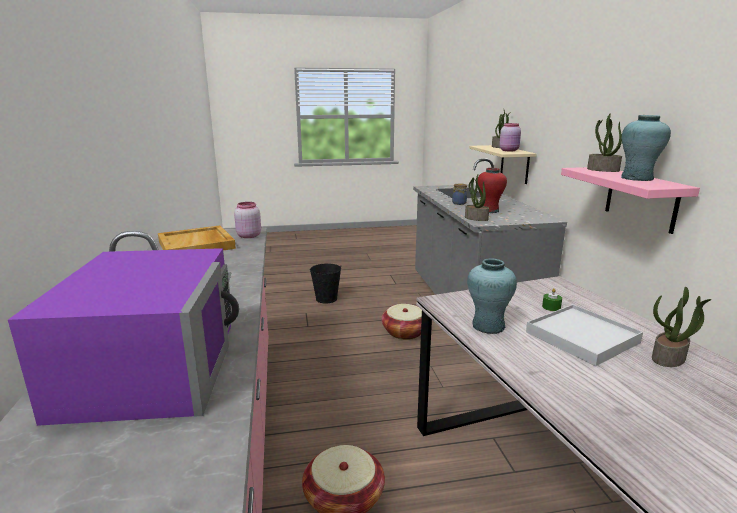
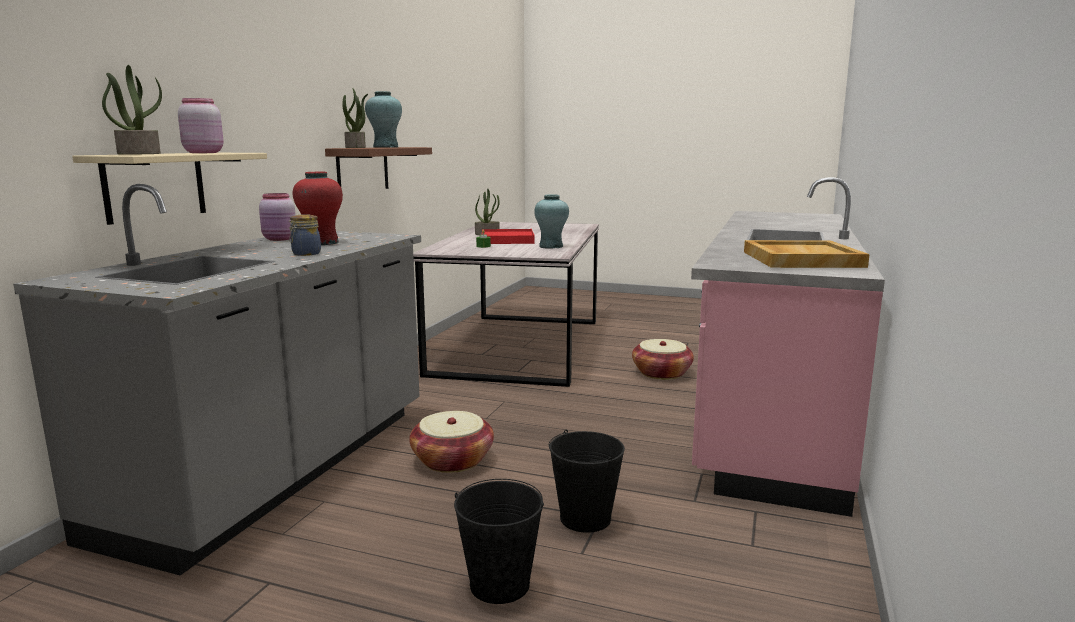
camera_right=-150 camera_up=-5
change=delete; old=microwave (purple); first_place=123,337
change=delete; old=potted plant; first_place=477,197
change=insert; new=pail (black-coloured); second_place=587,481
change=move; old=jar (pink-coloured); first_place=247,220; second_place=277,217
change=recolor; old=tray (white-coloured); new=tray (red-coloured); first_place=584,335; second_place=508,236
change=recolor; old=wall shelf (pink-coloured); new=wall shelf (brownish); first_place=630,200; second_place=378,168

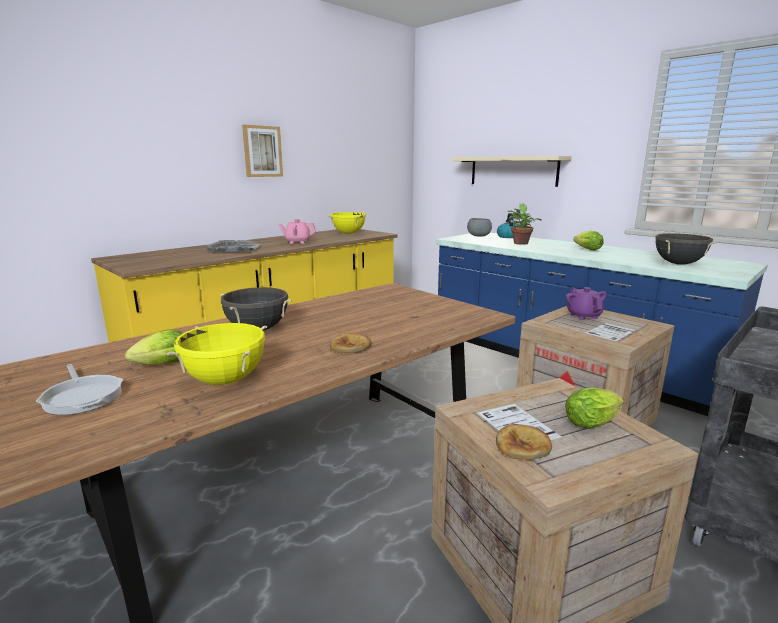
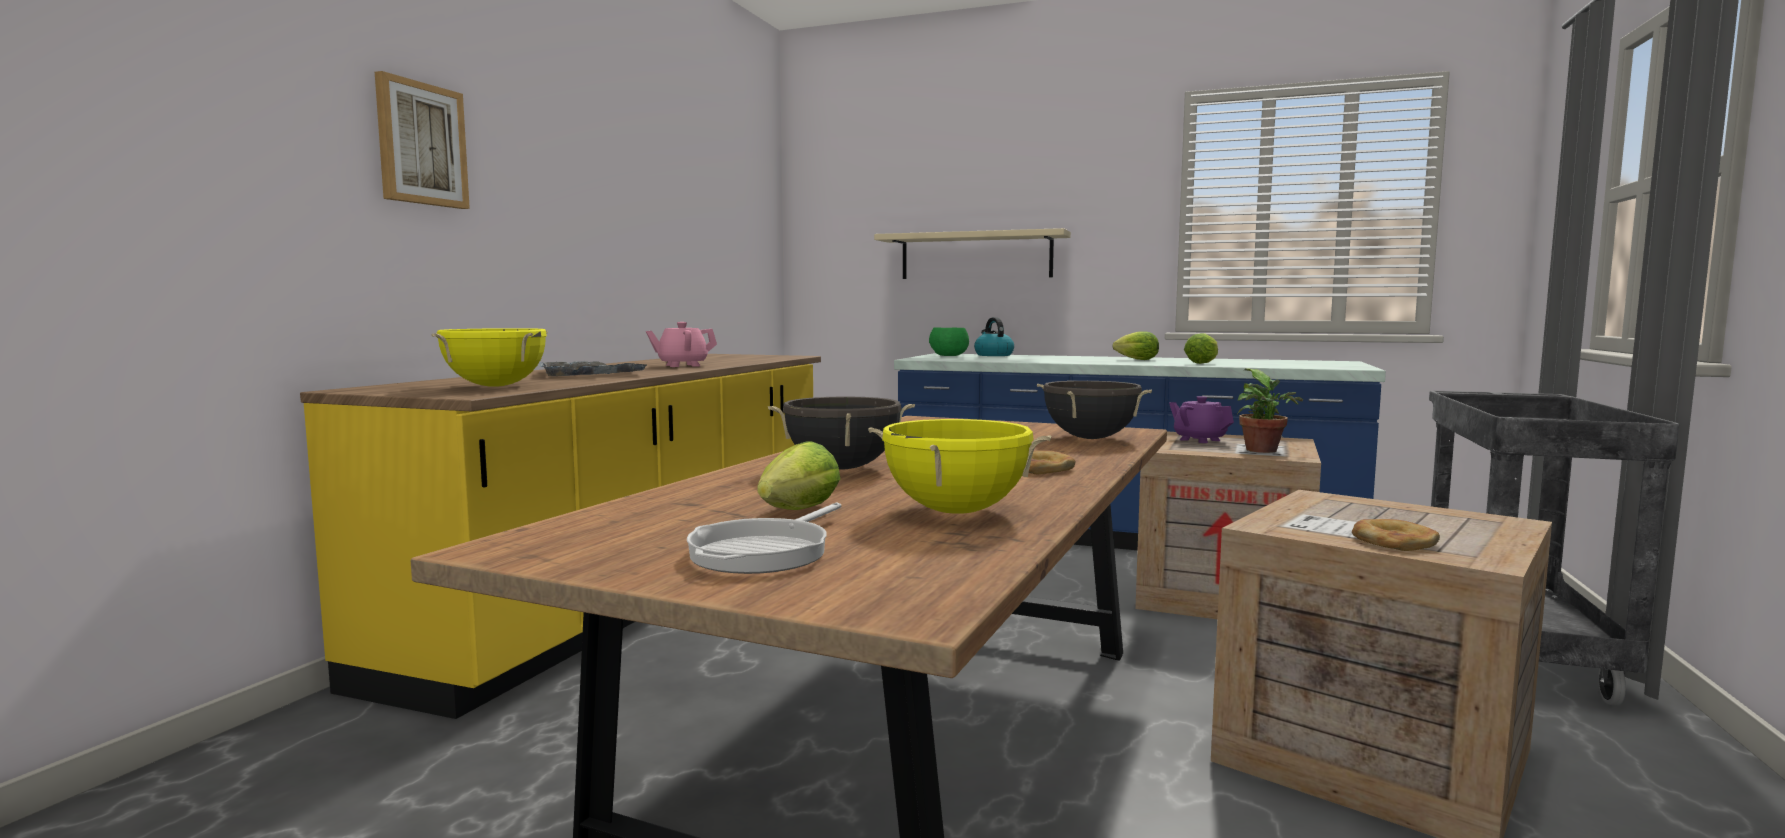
camera_right=-25 camera_up=-10
change=move; old=wall picture; first_place=262,151; second_place=422,140
change=move; old=stockpot (yellowish); first_place=347,223; second_place=489,357
change=move; old=potted plant; first_place=525,224; second_place=1270,411
change=move; old=lettuce; first_place=594,407; second_place=1201,348
change=move; old=stockpot (black-coloured); first_place=685,249; second_place=1094,410
change=recolor; old=serving bowl (gray); new=serving bowl (greenish); first_place=479,227; second_place=949,341
change=rotate; old=skillet; first_place=79,389; second_place=764,538; degrees=90

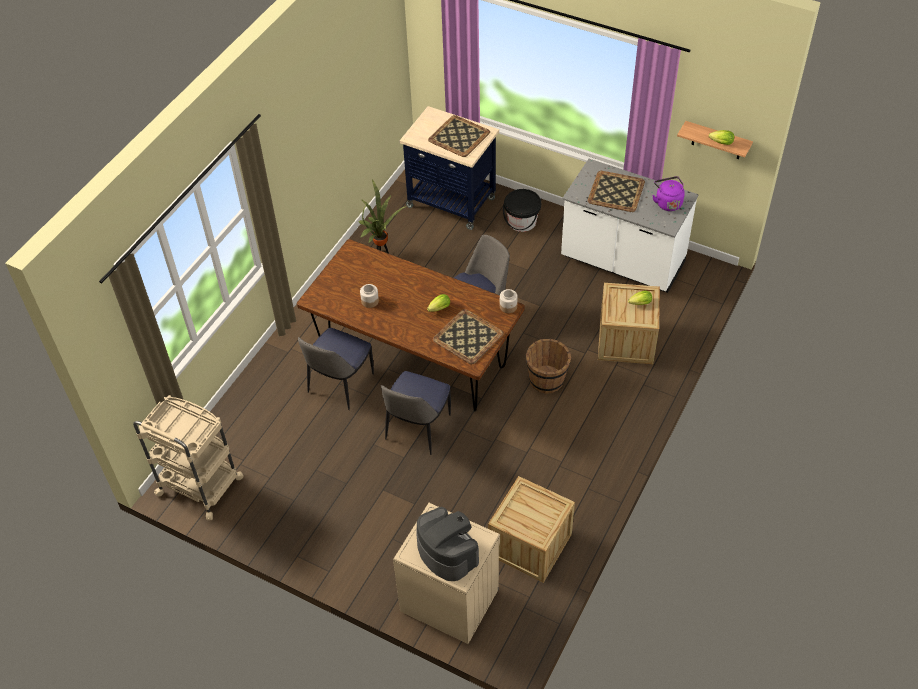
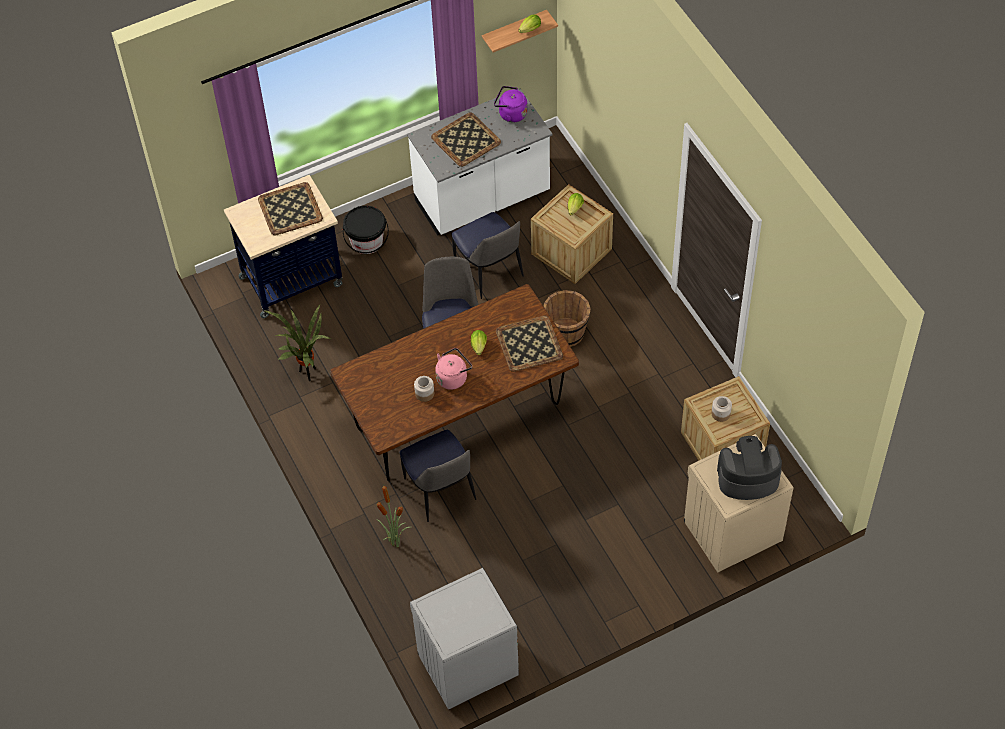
camera_right=-55 camera_up=5
change=insert; new=potted plant; second_place=393,516
change=insert; new=water kettle (pink-coloured); second_place=453,369
change=move; old=plain chair; first_place=416,413; second_place=487,255
change=move; old=jar; first_place=509,301; second_place=722,409
change=replace; old=wheeled cart (sand-coloured); new=laundry machine (white-coloured); first_place=188,458; second_place=464,639

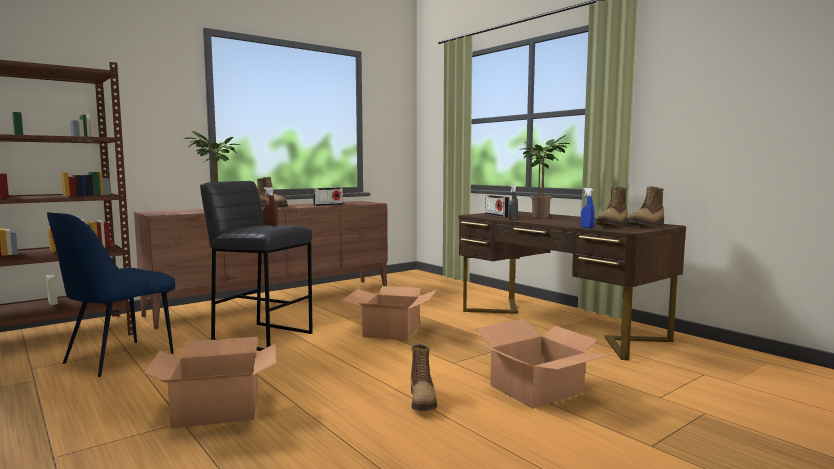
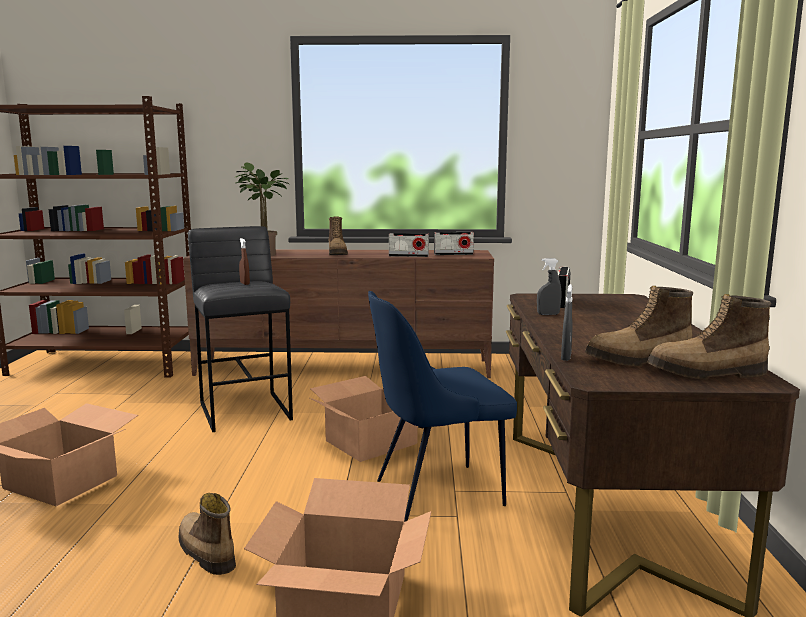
camera_right=40 camera_up=5
change=delete; old=potted plant; first_place=546,176
change=insert; new=radio; second_place=454,243
change=move; old=plain chair (blue); first_place=111,294; second_place=442,406
change=recolor; old=hand sprayer (blue); new=hand sprayer (gray); first_place=588,208; second_place=566,322
change=rotate; old=boot; first_place=424,377; second_place=207,534; degrees=105

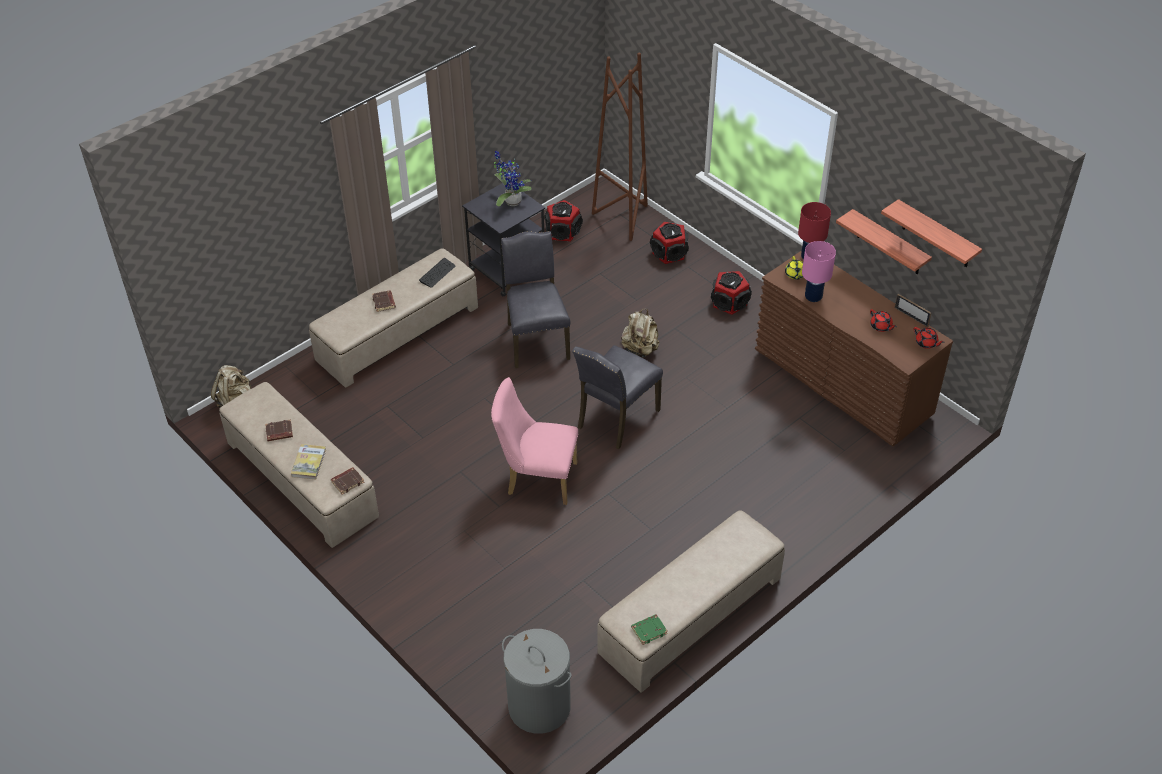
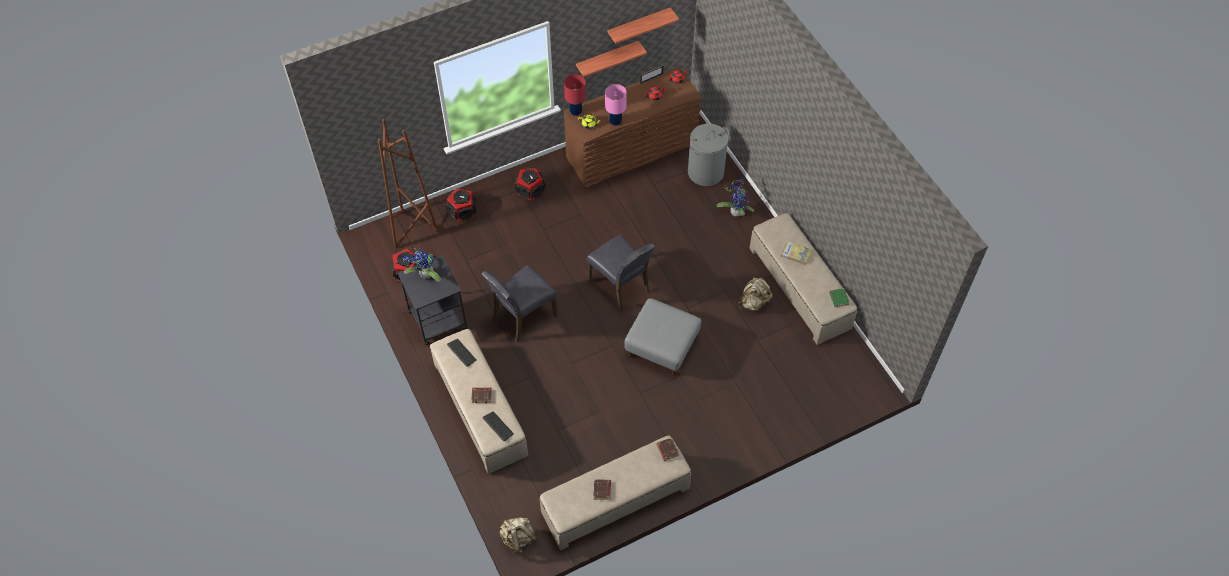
camera_right=-75 camera_up=10
change=insert; new=PC keyboard; second_place=498,426
change=insert; new=potted plant; second_place=735,197
change=move; old=book; first_place=308,461; second_place=796,253
change=move; old=washing basket (gray); first_place=537,681; second_place=708,155
change=move; old=knapsack (sand-coloured); first_place=640,333; second_place=755,294
change=replace; old=plain chair (pink-coloured); new=footrest (gray); first_place=534,441; second_place=663,336
change=rotate; old=plain chair (gray); first_place=535,299; second_place=519,303; degrees=-45

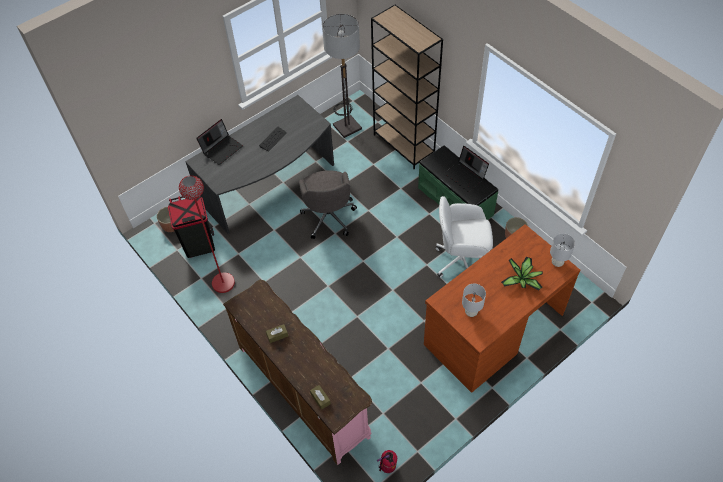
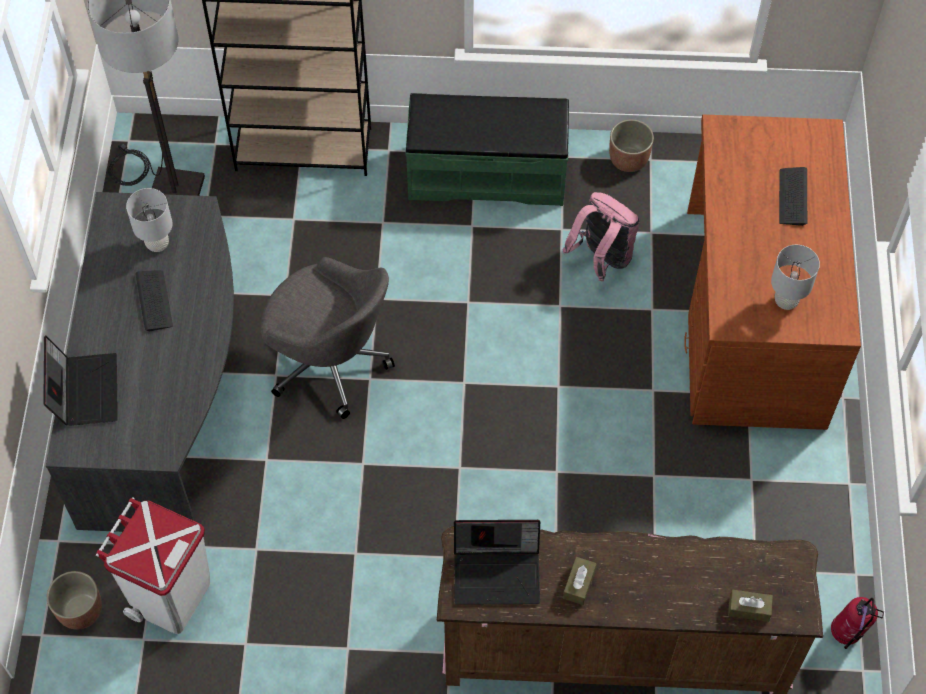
camera_right=-50 camera_up=5
change=delete; old=standard lamp (red-coloured); first_place=207,234
change=move; old=portable computer; first_place=466,169; second_place=497,562
change=move; old=lamp for a table (gray); first_place=562,250; second_place=149,220
change=replace; old=desk chair (white-coloured); new=knapsack (pink-coloured); first_place=464,237; second_place=601,236
change=replace; old=potted plant; new=PC keyboard; first_place=522,274; second_place=793,196
change=recolor; old=trash can (black-coloured); new=trash can (white-coloured); first_place=191,227; second_place=153,565

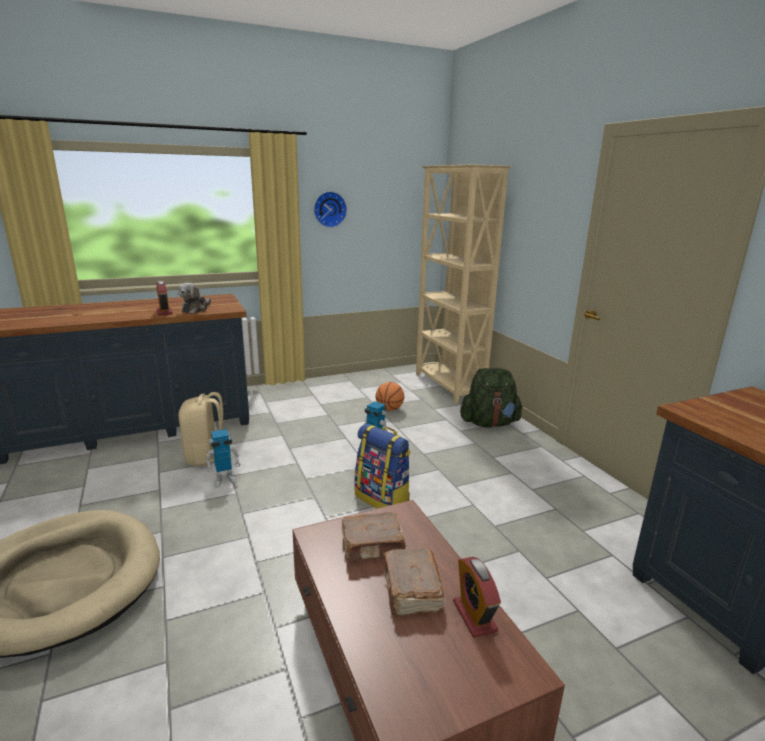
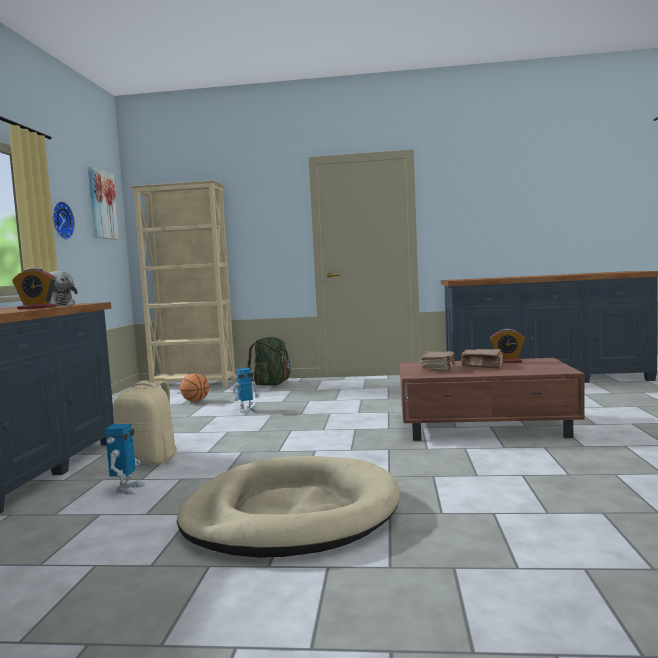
camera_right=-60 camera_up=-15
change=delete; old=knapsack; first_place=383,466
change=insert; new=wall picture; second_place=103,203
change=move; old=toy robot; first_place=223,458; second_place=125,459

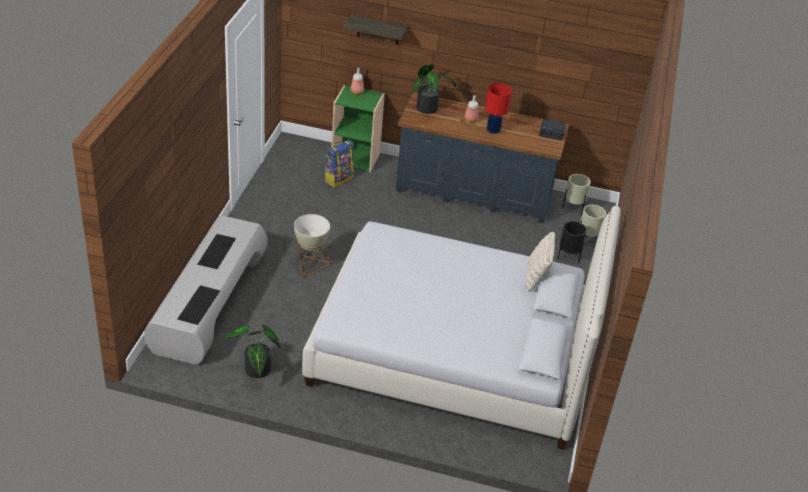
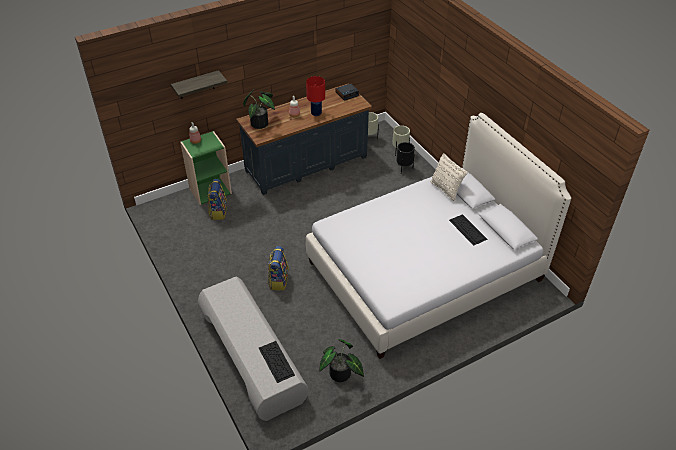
camera_right=-40 camera_up=5
change=move; old=PC keyboard; first_place=216,251; second_place=468,230
change=replace; old=plant pot; new=knapsack; first_place=312,245; second_place=278,268

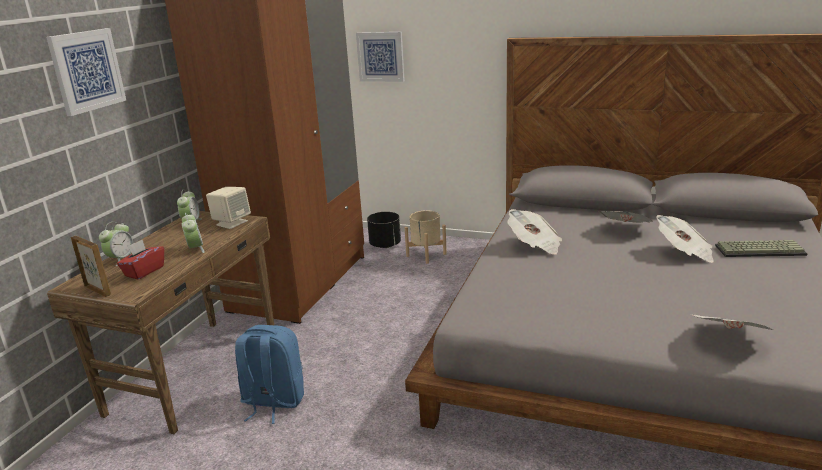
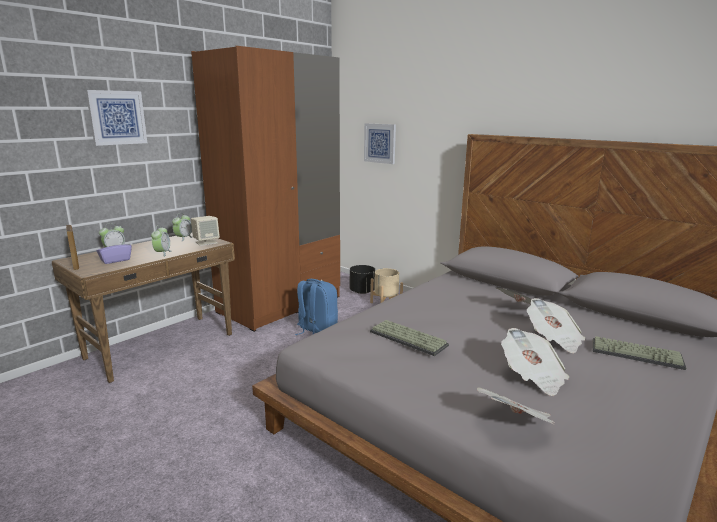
camera_right=20 camera_up=-5
change=insert; new=PC keyboard; second_place=409,338
change=move; old=knapsack (blue); first_place=269,374; second_place=316,307
change=move; old=newspaper; first_place=534,232; second_place=535,362
change=recolor; old=box of tissues (red-coloured); new=box of tissues (purple); first_place=140,259; second_place=114,250

